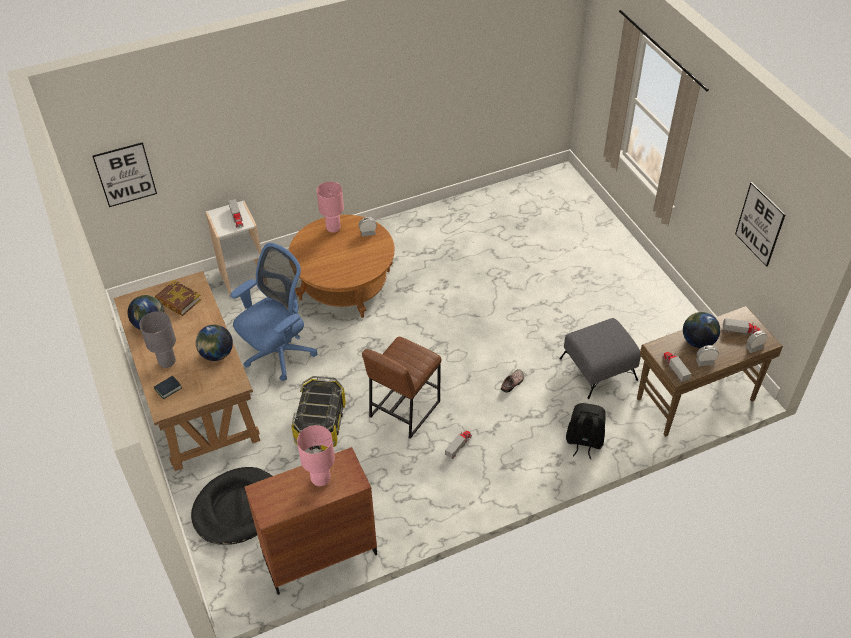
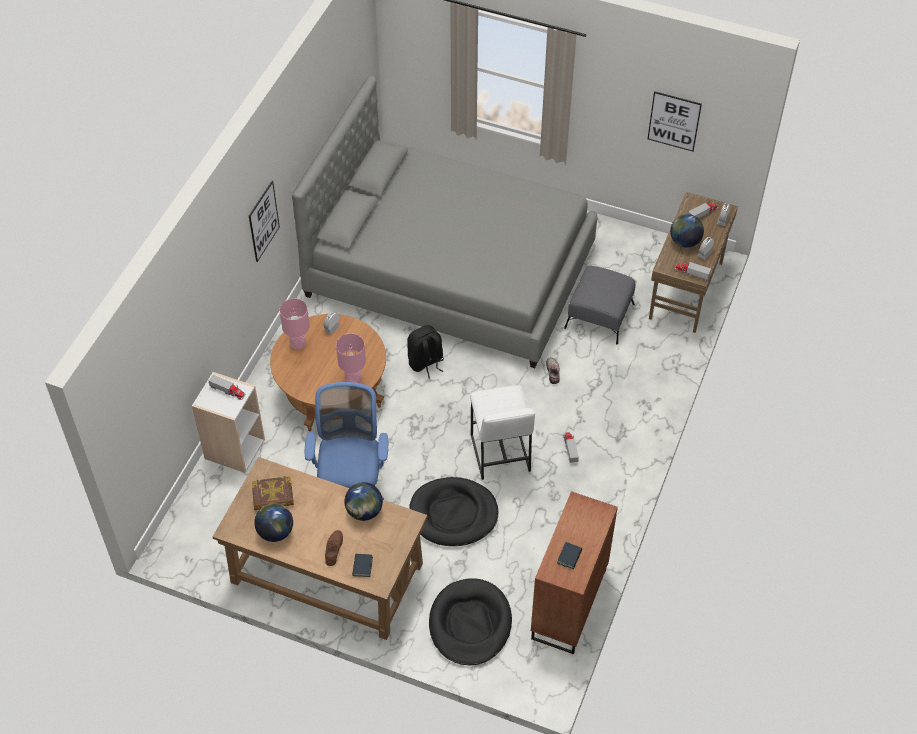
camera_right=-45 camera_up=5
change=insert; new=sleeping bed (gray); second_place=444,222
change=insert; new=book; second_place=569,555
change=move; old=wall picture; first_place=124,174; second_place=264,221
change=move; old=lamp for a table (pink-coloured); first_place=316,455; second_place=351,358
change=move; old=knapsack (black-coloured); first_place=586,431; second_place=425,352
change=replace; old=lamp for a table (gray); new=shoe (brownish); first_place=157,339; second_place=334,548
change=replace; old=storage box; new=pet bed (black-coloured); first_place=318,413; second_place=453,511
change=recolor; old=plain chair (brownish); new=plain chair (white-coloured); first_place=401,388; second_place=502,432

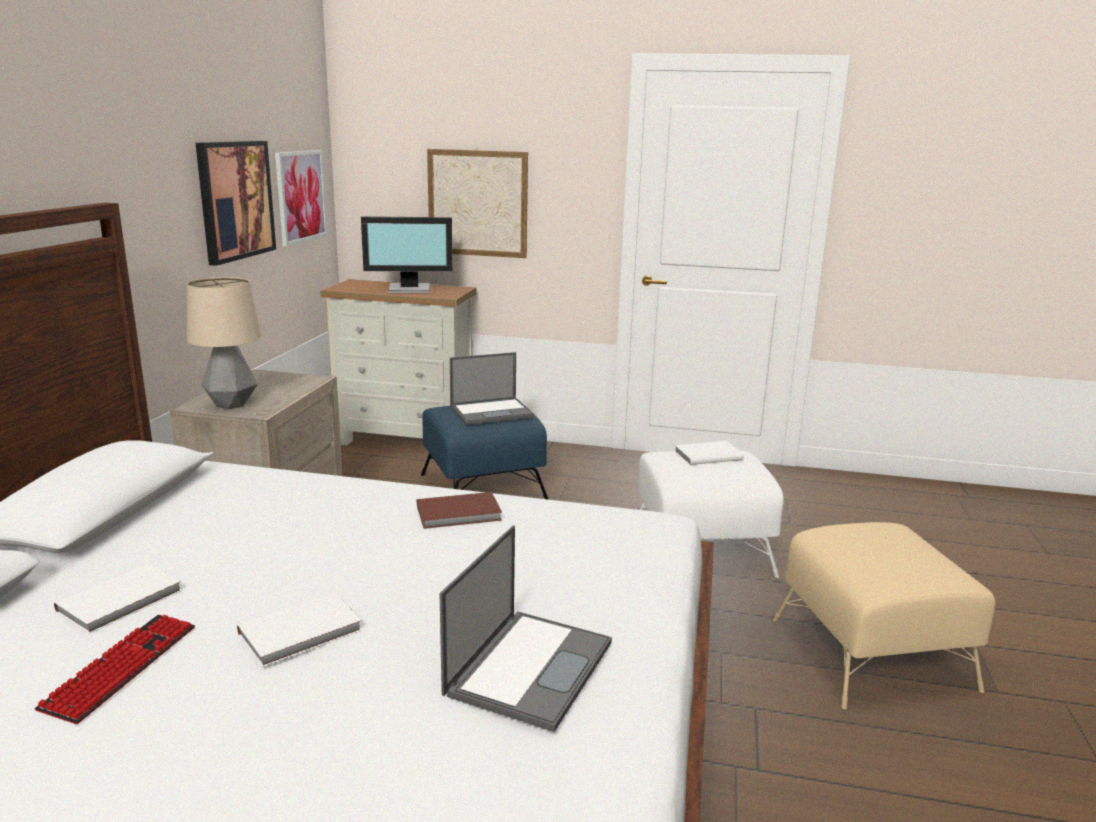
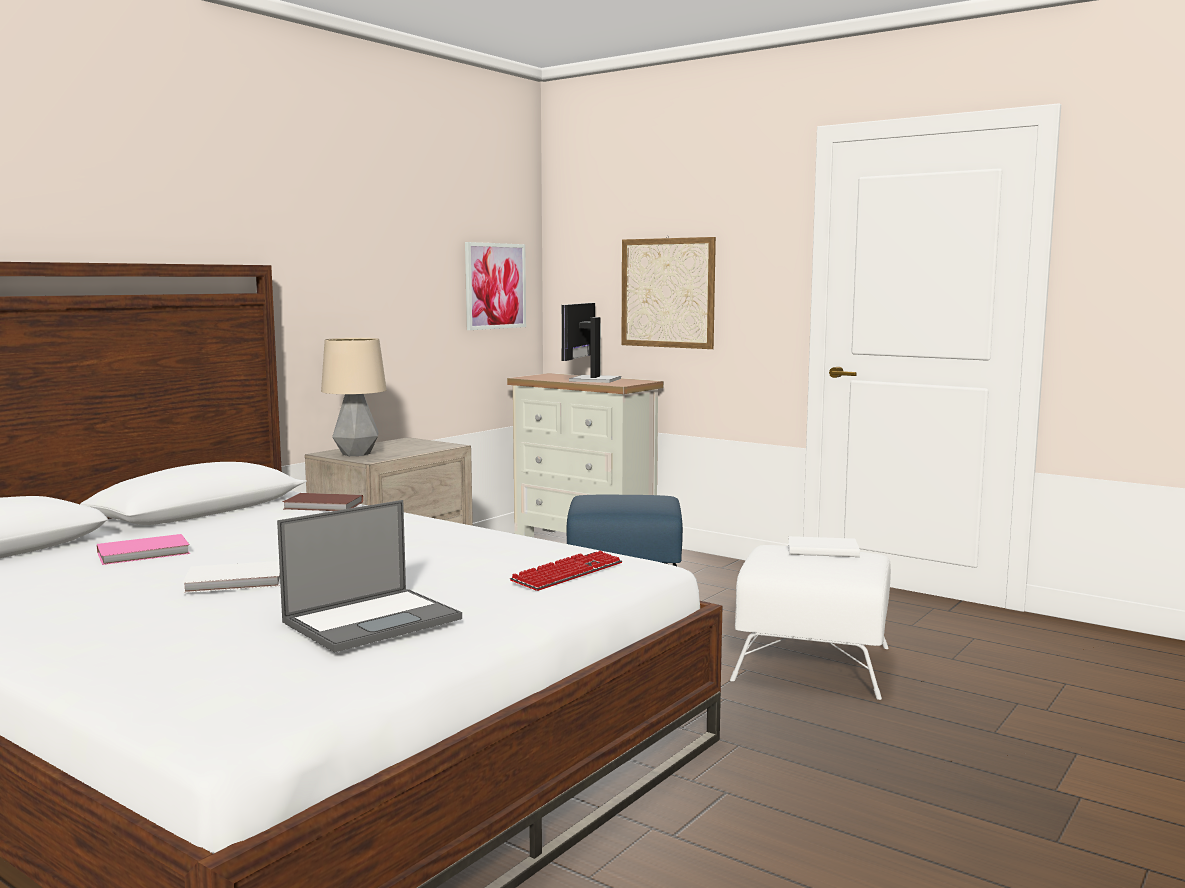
camera_right=25 camera_up=-10
change=delete; old=wall picture; first_place=236,203
change=delete; old=portable computer; first_place=492,388
change=delete; old=footrest (sand-coloured); first_place=884,615
change=move; old=PC keyboard; first_place=115,669; second_place=566,571
change=move; old=book (brownish); first_place=459,510; second_place=322,502
change=recolor; old=book (white-coloured); new=book (pink-coloured); first_place=118,598; second_place=143,549
change=rotate; old=computer screen; first_place=407,254; second_place=591,343; degrees=90

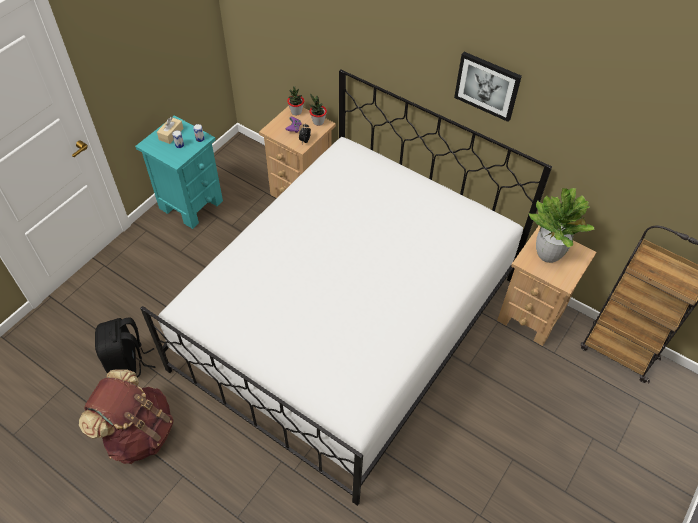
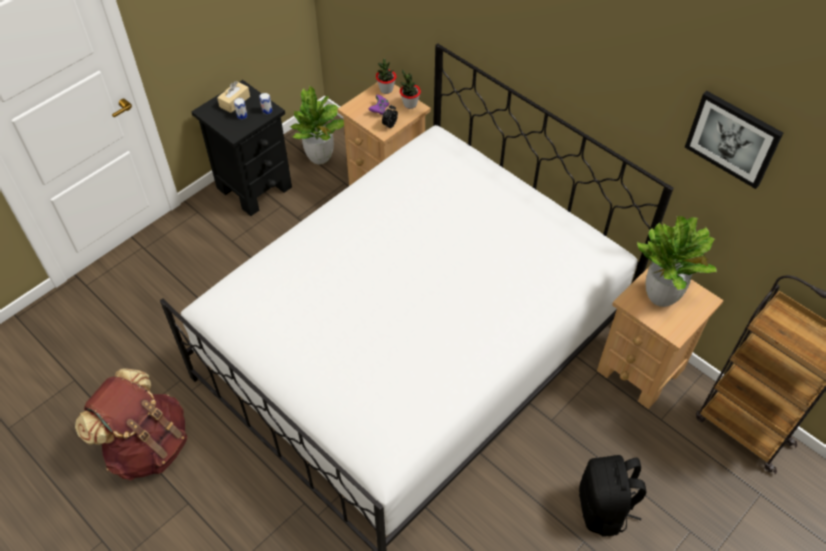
camera_right=10 camera_up=0
change=insert; new=potted plant; second_place=317,125
change=move; old=knapsack (black-coloured); first_place=125,347; second_place=612,495
change=move; old=wall picture; first_place=488,87; second_place=734,140
change=recolor; old=nightstand (turquoise-coloured); new=nightstand (black-coloured); first_place=179,172; second_place=241,148

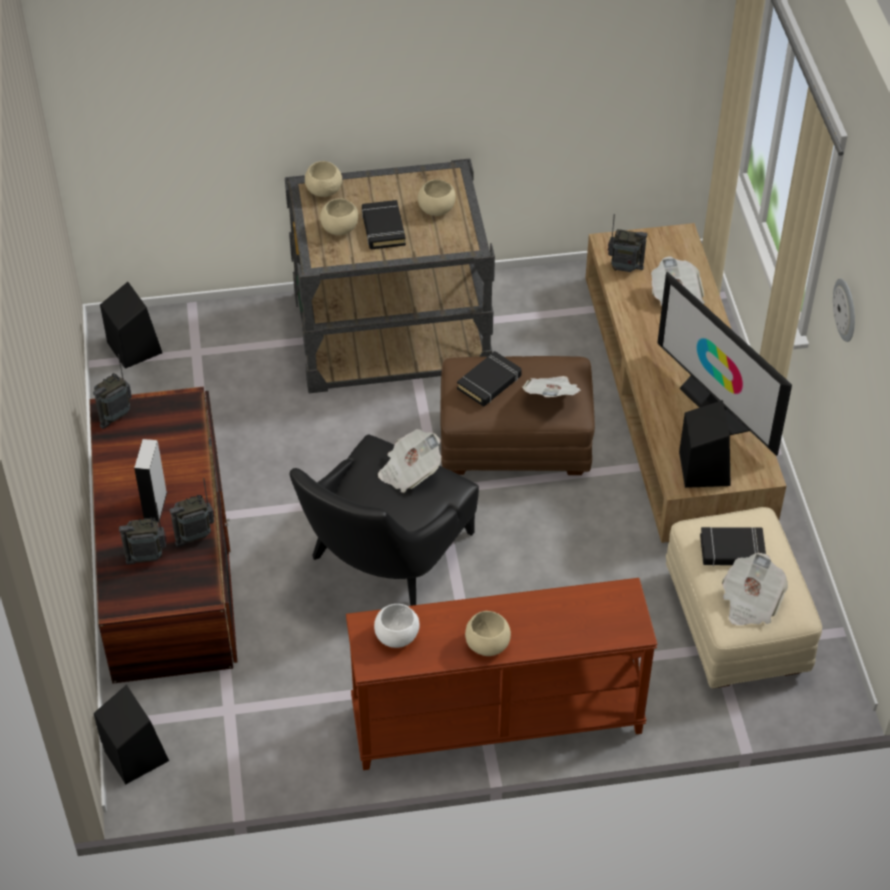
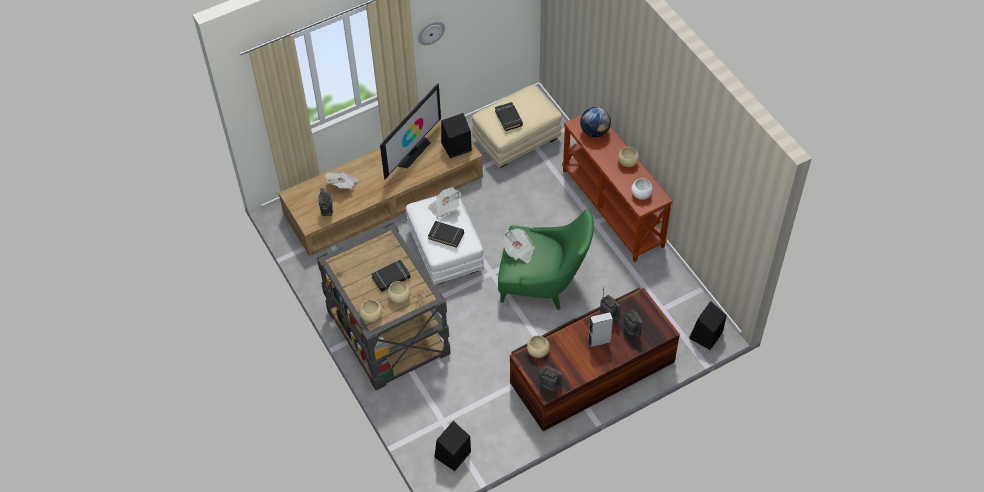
camera_right=-110 camera_up=5
change=delete; old=newspaper; first_place=755,589
change=insert; new=world globe; second_place=595,122
change=move; old=serving bowl (sand-coloured); first_place=437,197; second_place=538,347
change=recolor; old=armchair (black-coloured); new=armchair (greenish); first_place=384,520; second_place=546,259
change=recolor; old=footrest (brownish); new=footrest (white-coloured); first_place=518,415; second_place=445,240

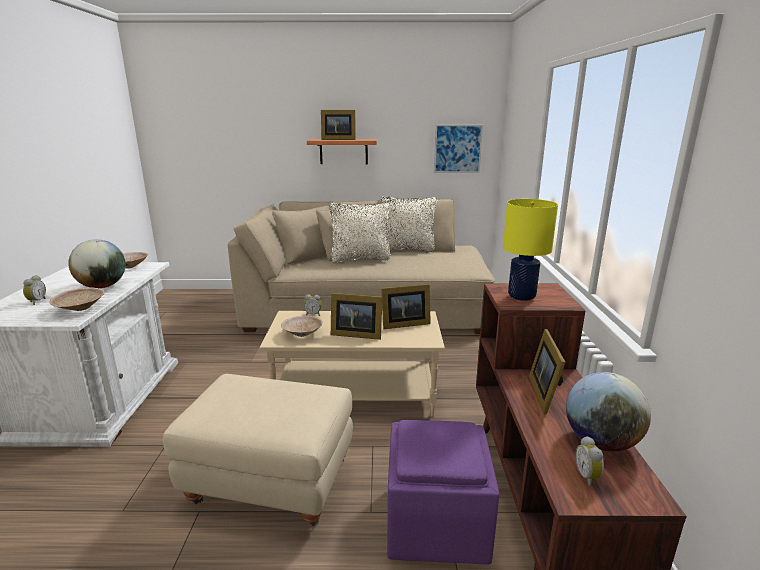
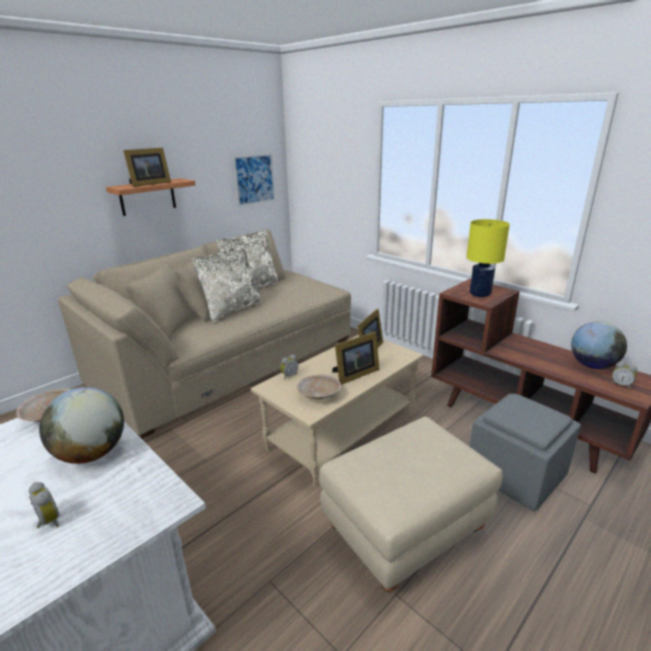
camera_right=-45 camera_up=5
change=delete; old=serving bowl (sand-coloured); first_place=77,299
change=delete; old=picture frame; first_place=547,372
change=recolor; old=footrest (purple); new=footrest (gray); first_place=443,492; second_place=525,452

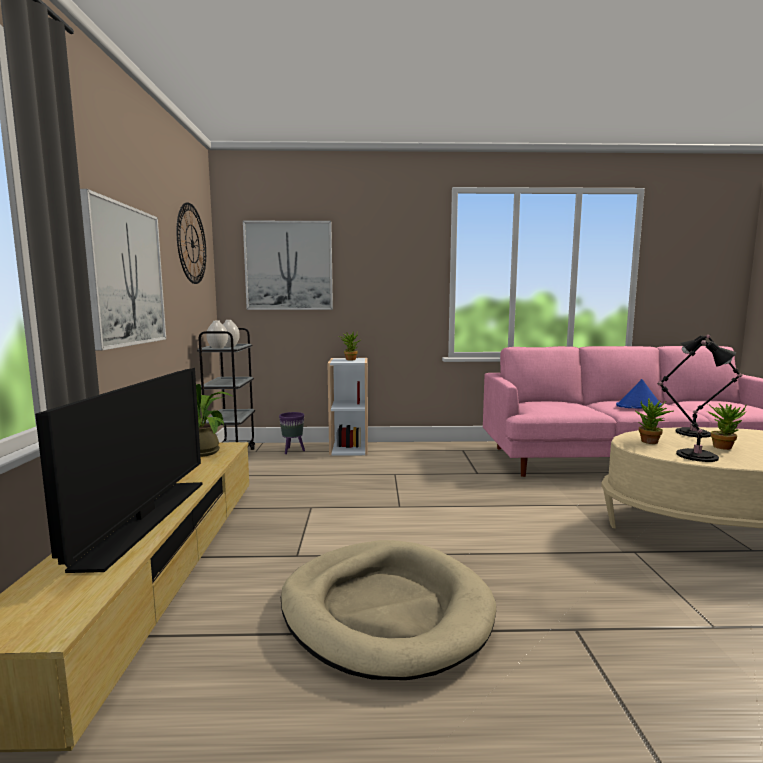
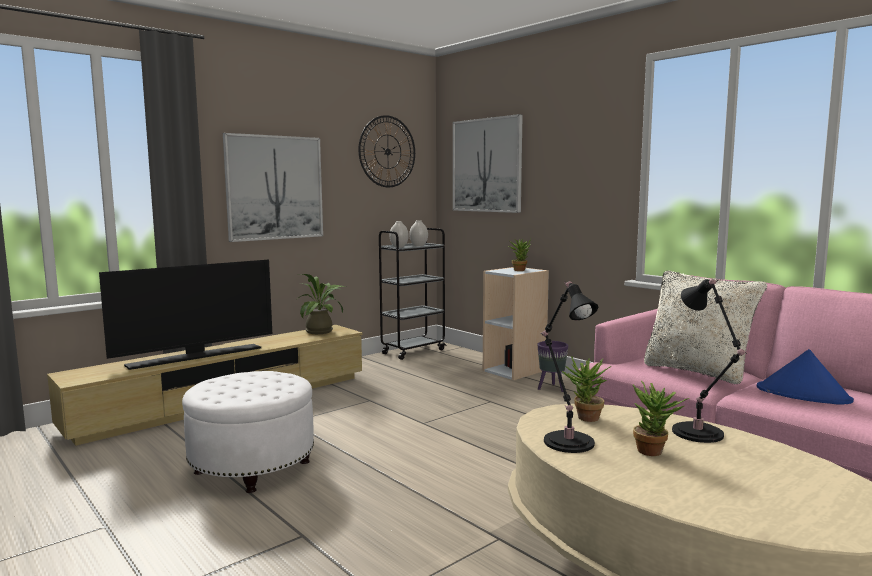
camera_right=50 camera_up=0
change=insert; new=cushion (sand-coloured); second_place=706,327
change=move; old=plant pot (purple); first_place=292,433; second_place=553,366
change=replace; old=pet bed (sand-coloured); new=footrest (white-coloured); first_place=388,610; second_place=248,432

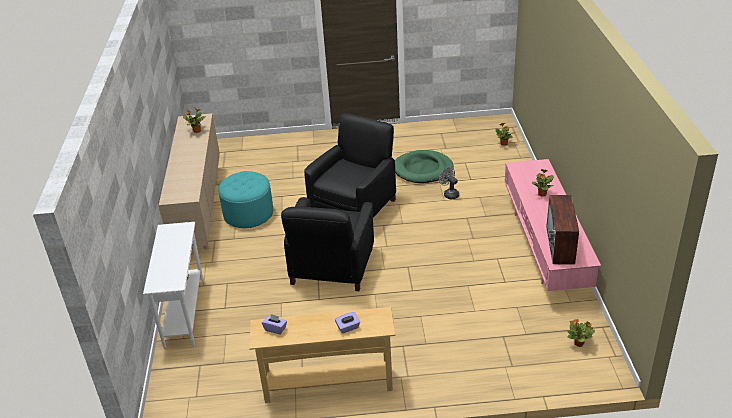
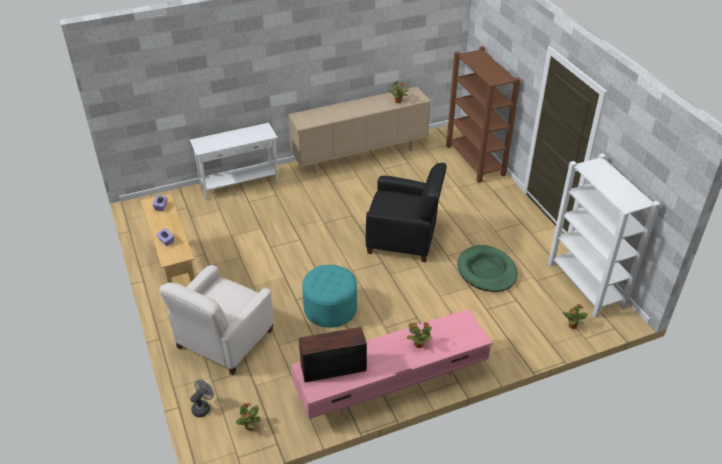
camera_right=70 camera_up=5
change=delete; old=armchair (black-coloured); first_place=327,244
change=insert; new=armchair (white-coloured); second_place=216,320
change=insert; new=shelving unit (brownish); second_place=483,114
change=insert; new=shelving unit (white-coloured); second_place=604,235
change=move; old=footrest (turquoise-coloured); first_place=245,199; second_place=329,296
change=move; old=electric fan (gray); first_place=449,183; second_place=202,398

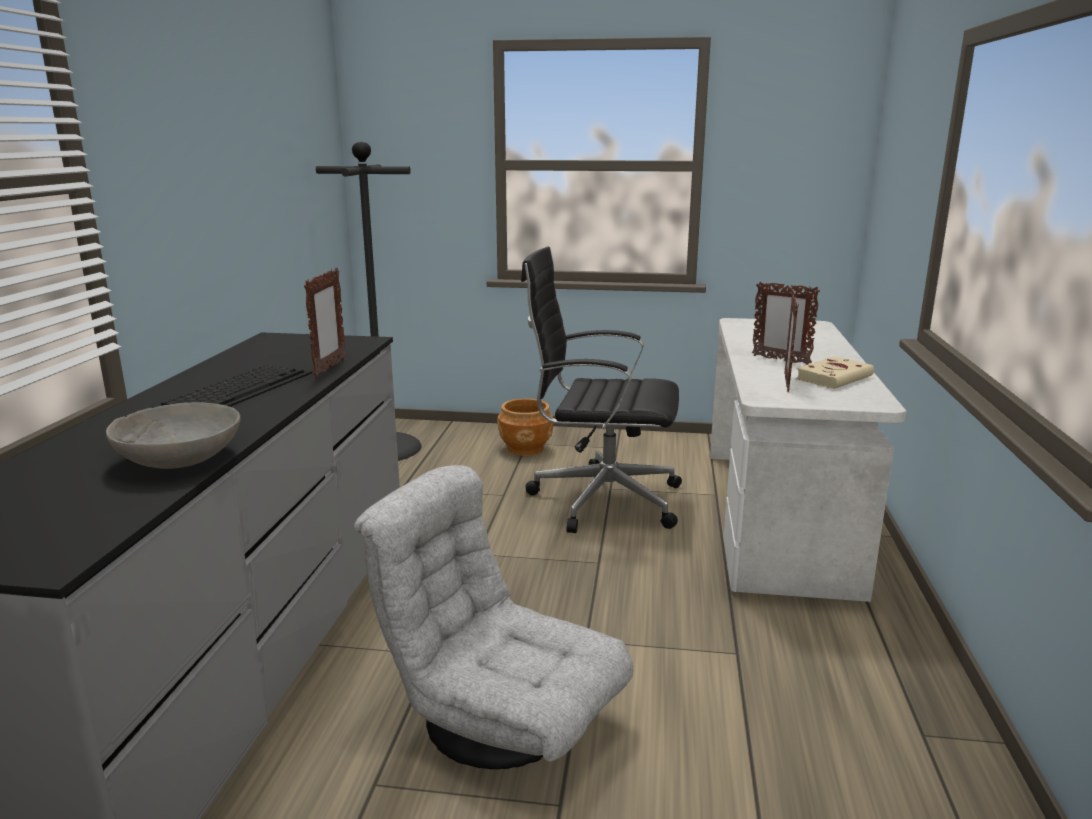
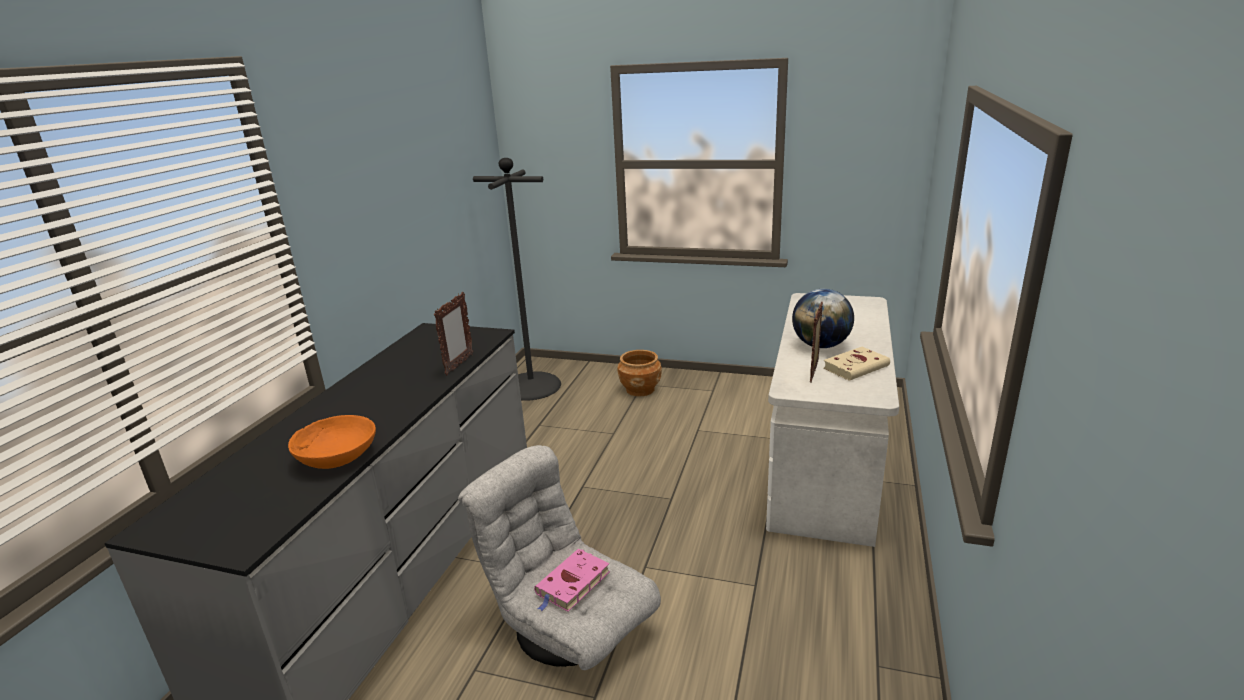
camera_right=10 camera_up=5
change=delete; old=PC keyboard; first_place=232,386
change=delete; old=desk chair (black-coloured); first_place=601,389
change=insert; new=book (pink-coloured); second_place=572,580
change=replace; old=picture frame; new=world globe; first_place=786,323; second_place=823,318
change=recolor; old=serving bowl (gray); new=serving bowl (orange-coloured); first_place=173,436; second_place=332,442

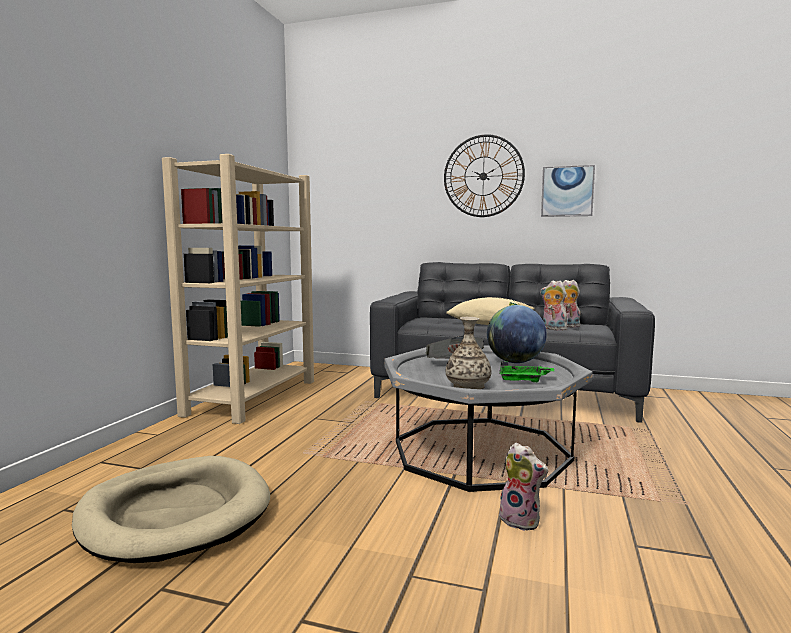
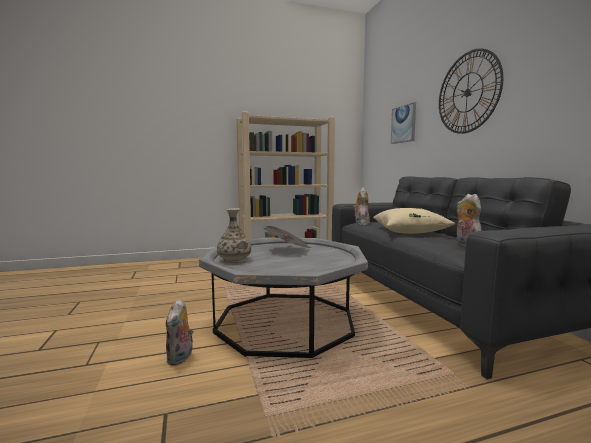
camera_right=55 camera_up=0
change=delete; old=pet bed (sand-coloured); first_place=171,509
change=delete; old=world globe; first_place=517,334
change=delete; old=tray (greenish); first_place=526,371
change=move; old=soft toy; first_place=554,305; second_place=361,207
change=move; old=wall picture; first_place=568,191; second_place=403,123

